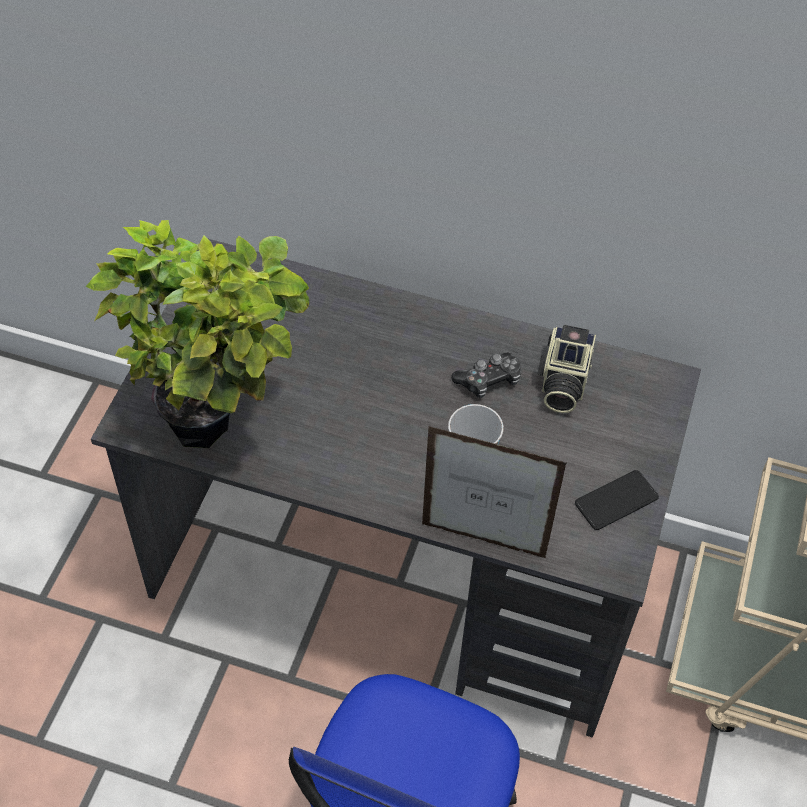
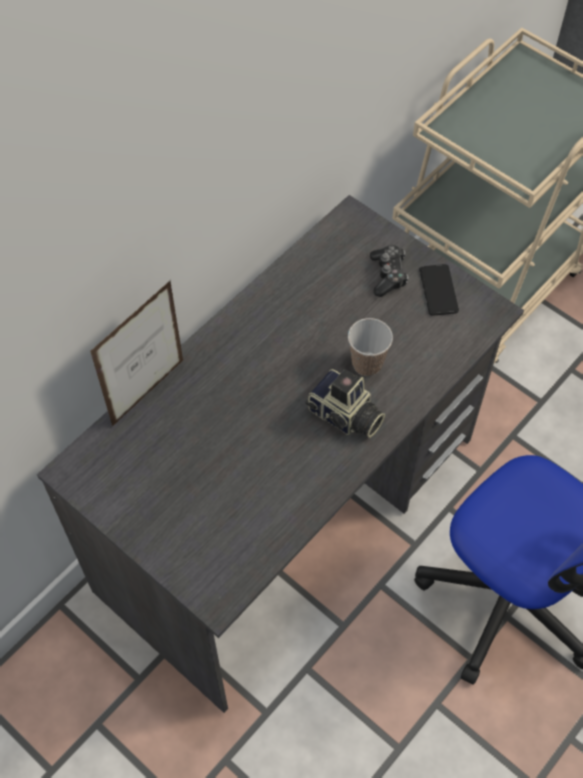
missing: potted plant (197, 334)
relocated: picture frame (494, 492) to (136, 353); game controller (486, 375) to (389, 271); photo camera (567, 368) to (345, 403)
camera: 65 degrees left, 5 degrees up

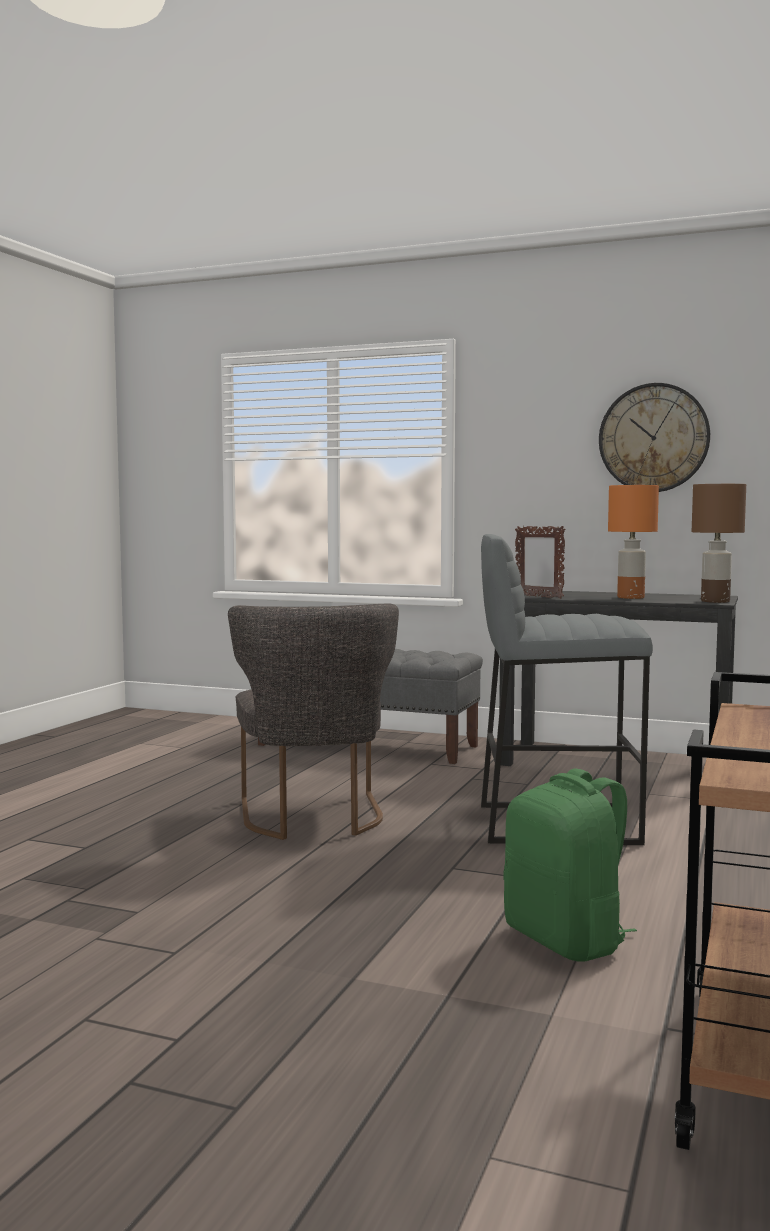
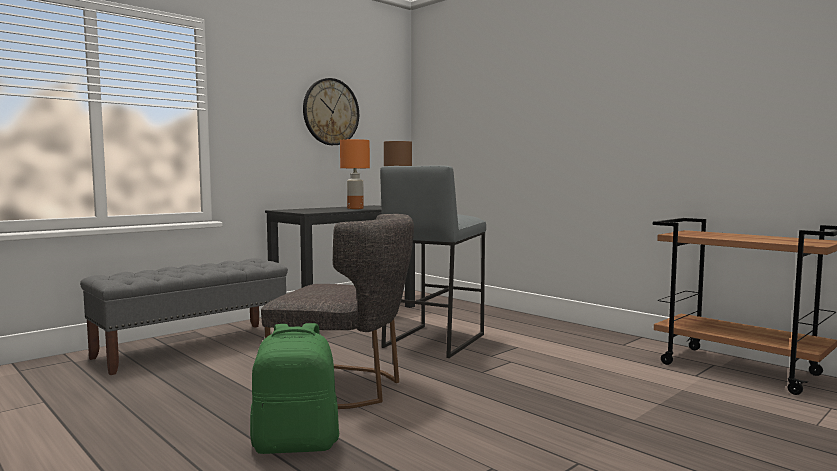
missing: picture frame (540, 562)
relocated: backpack (green) (570, 865) to (294, 388)
camera: 65 degrees left, 0 degrees up

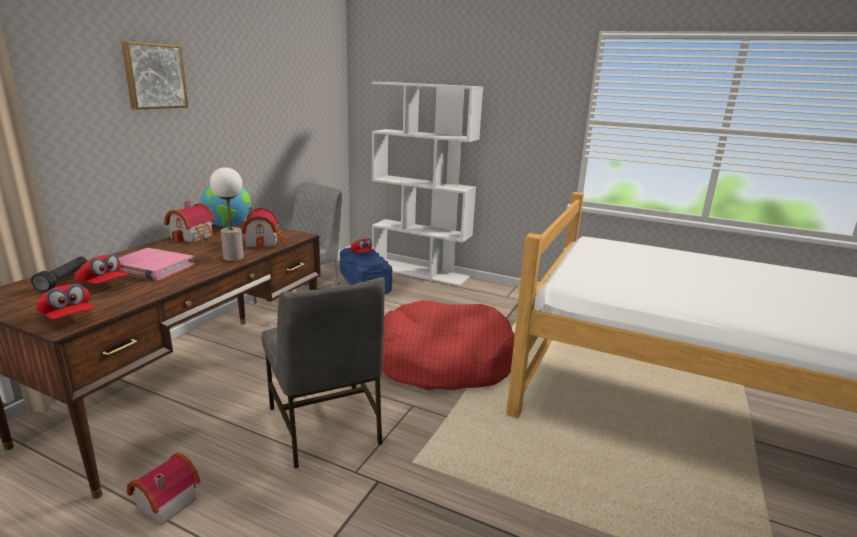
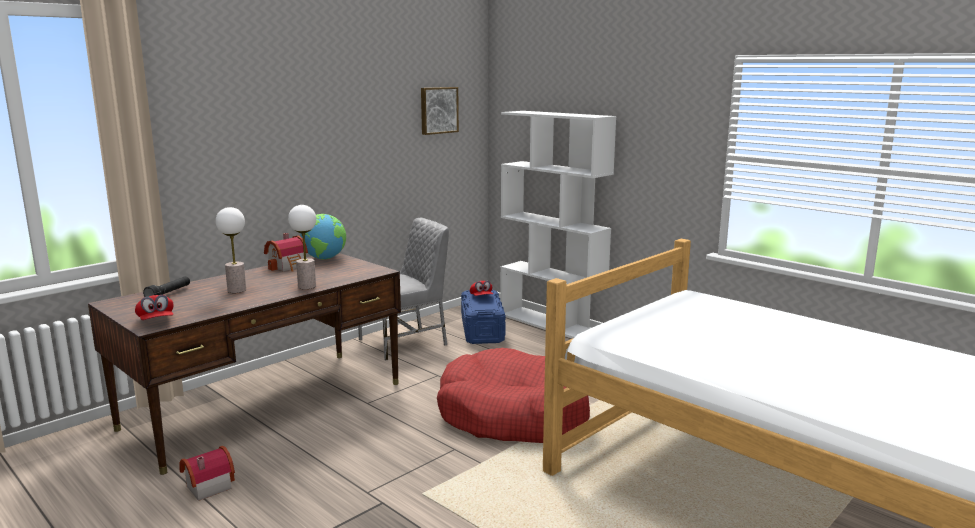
missing: cap (red) (102, 269); toy house (263, 228); chair (grey) (323, 372)
relocated: picture (154, 75) to (440, 111)
exchanged: book (pink) (156, 264) to table lamp (231, 250)
camera: 20 degrees right, 5 degrees down

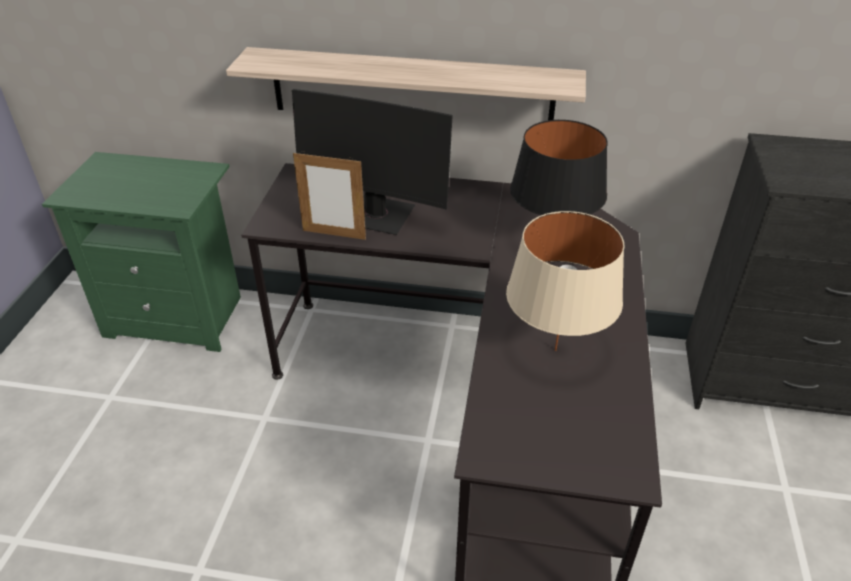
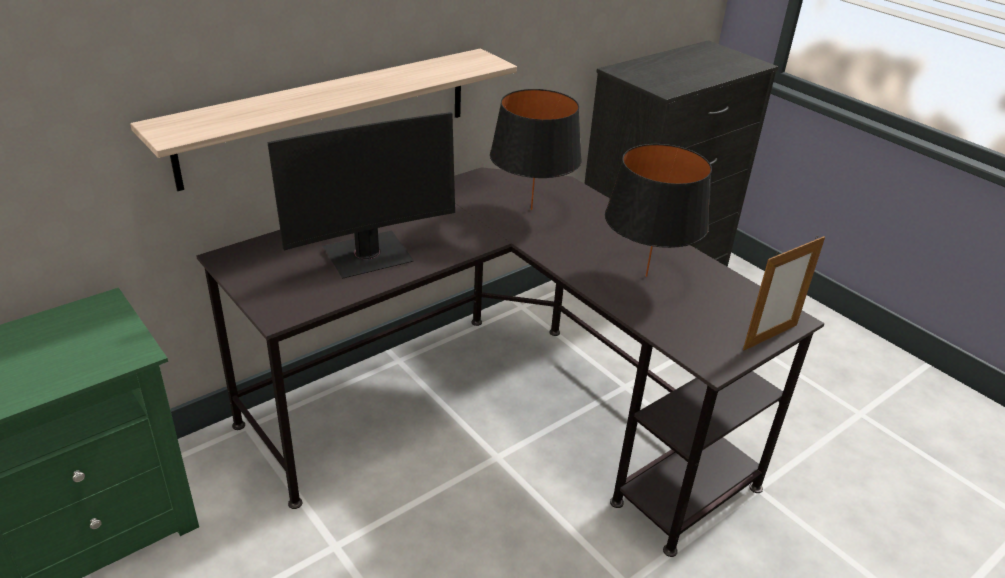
relocated: picture frame (329, 195) to (784, 293)
colour: table lamp (beige) (565, 281) to table lamp (black) (658, 210)
camera: 50 degrees left, 5 degrees down

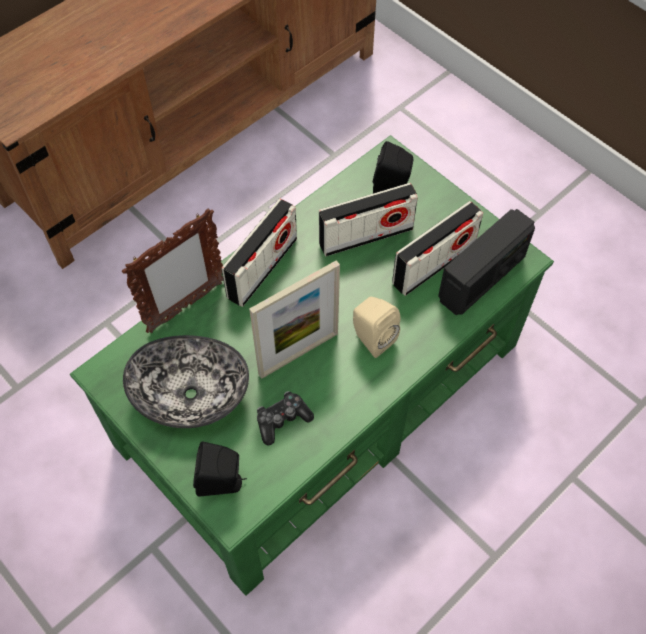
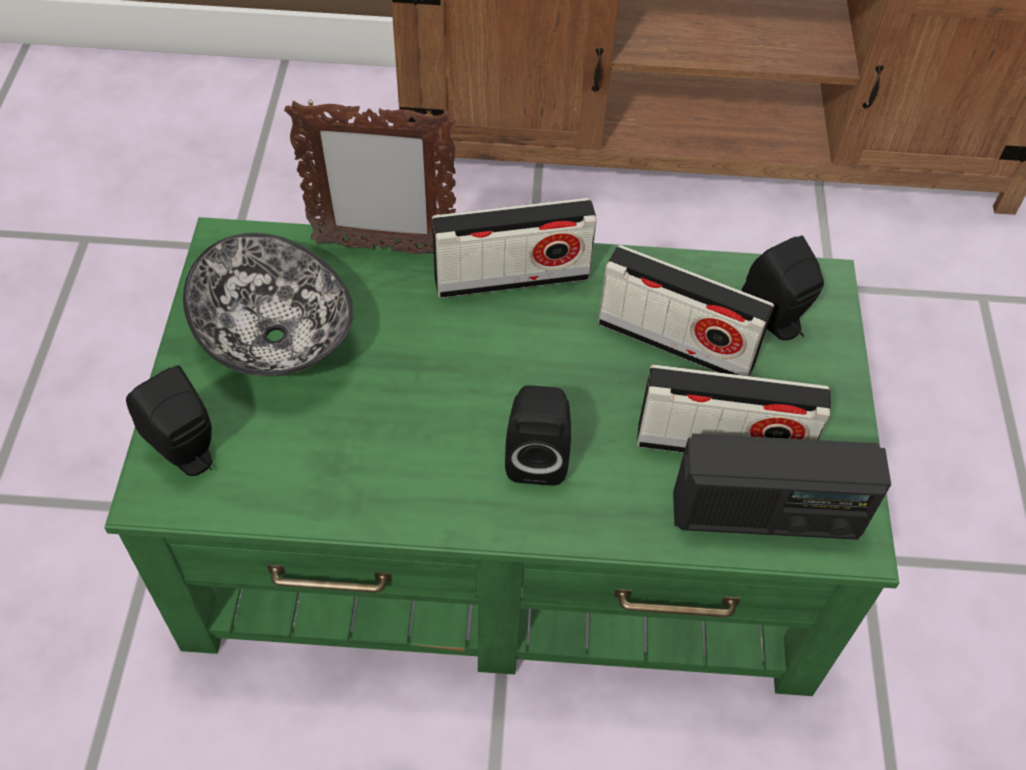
missing: picture frame (294, 319); game controller (285, 418)
colour: speaker (beige) (377, 327) to speaker (black) (538, 435)
camera: 45 degrees right, 5 degrees down

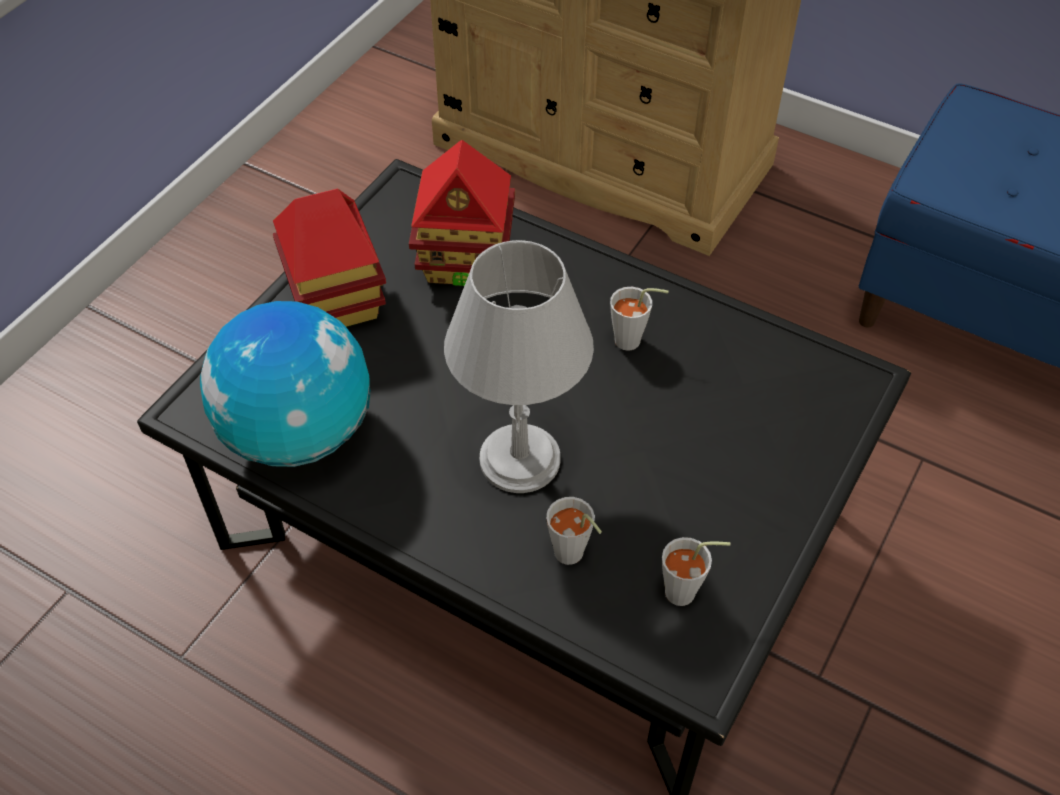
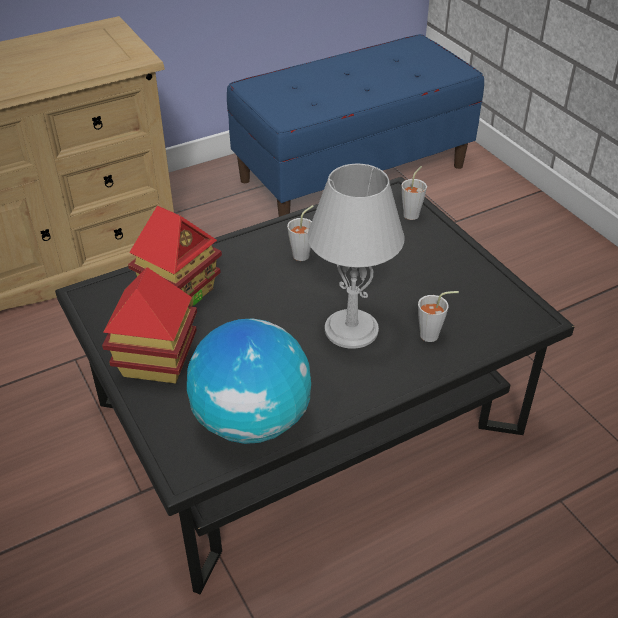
relocated: cup (grey) (696, 571) to (414, 193)
camera: 60 degrees left, 10 degrees down

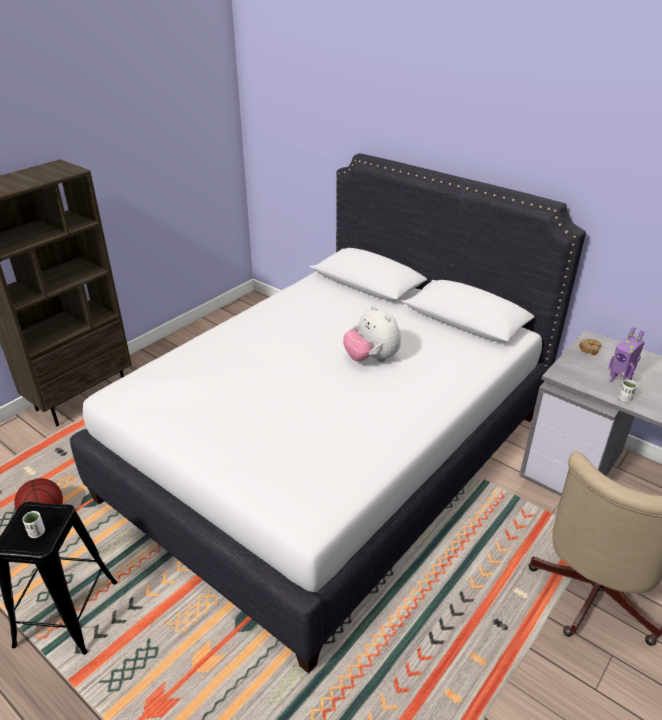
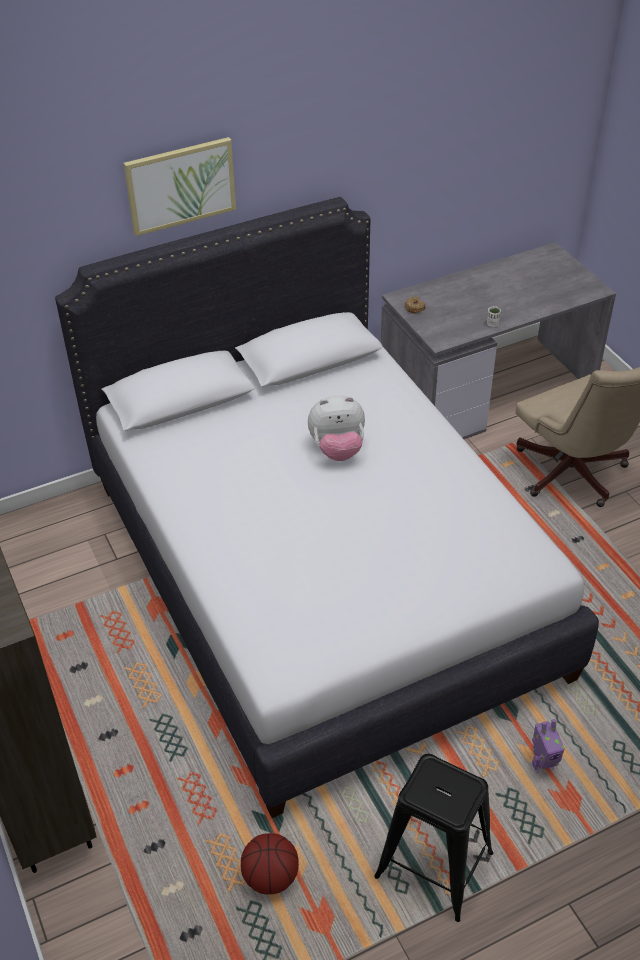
missing: cup (white) (33, 524)
appeared: picture (180, 186)
relocated: toy robot (627, 354) to (548, 746)
camera: 65 degrees left, 10 degrees up

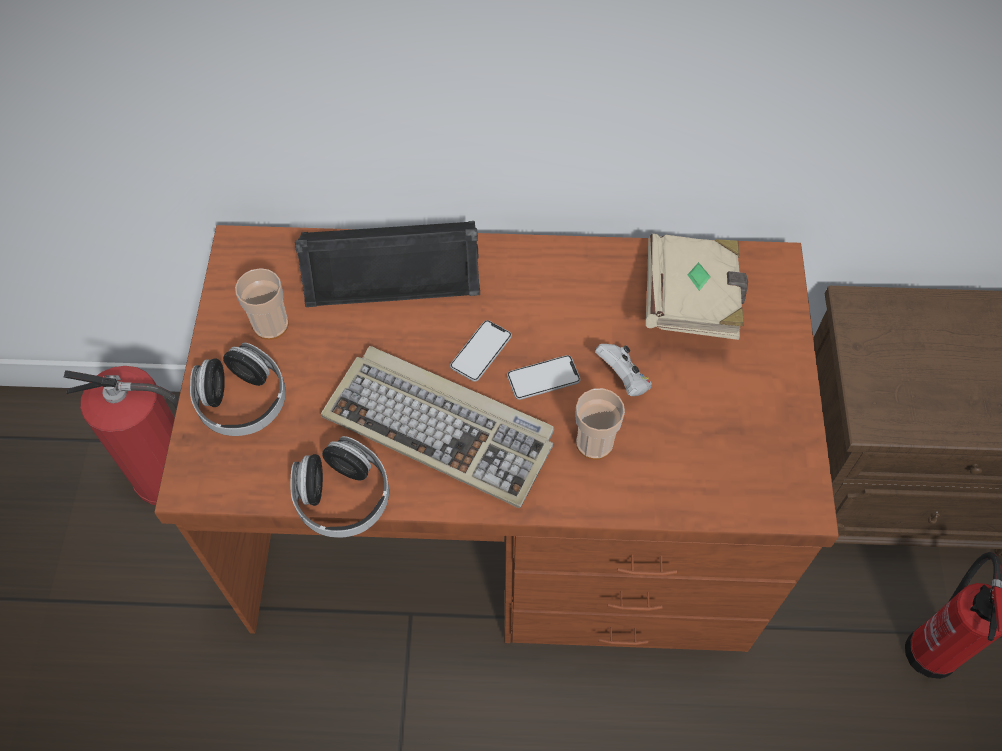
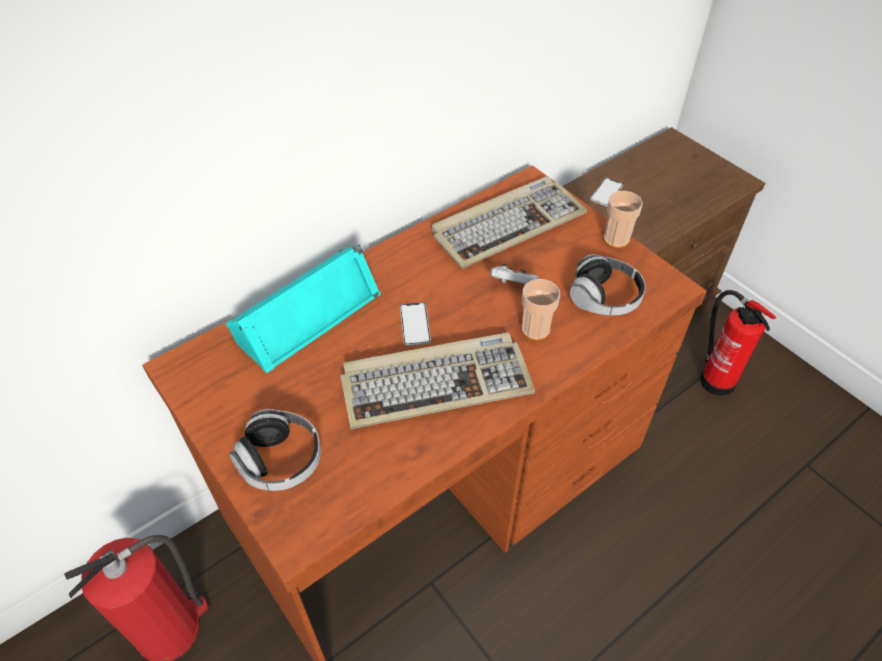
relocated: cup (262, 304) to (623, 219); headphones (340, 487) to (608, 284); phone (544, 377) to (606, 192)
exchanged: book (beige) (697, 287) to keyboard (509, 222)
colour: speaker (black) (387, 264) to speaker (turquoise) (303, 308)
camera: 40 degrees left, 10 degrees down

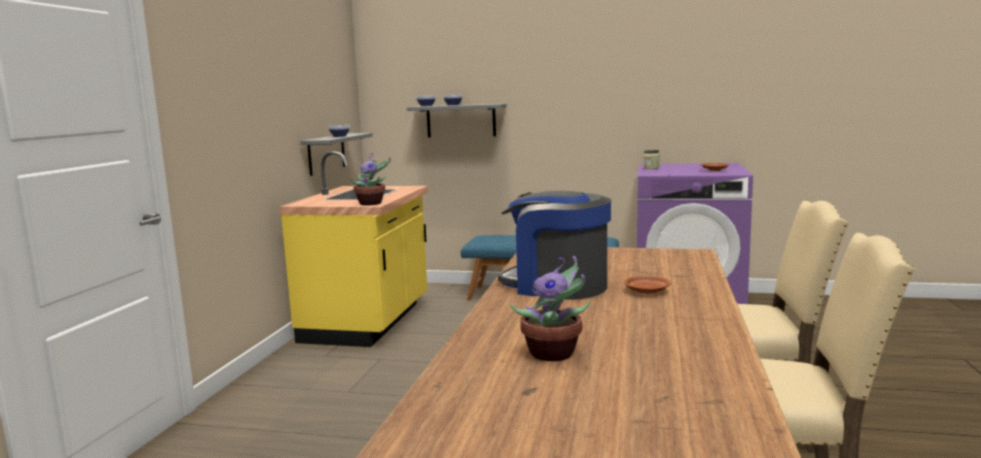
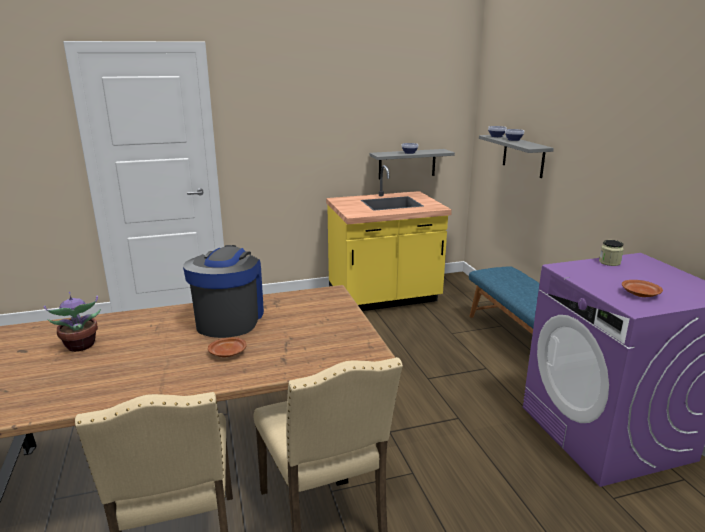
missing: potted plant (370, 179)
camera: 60 degrees right, 10 degrees up

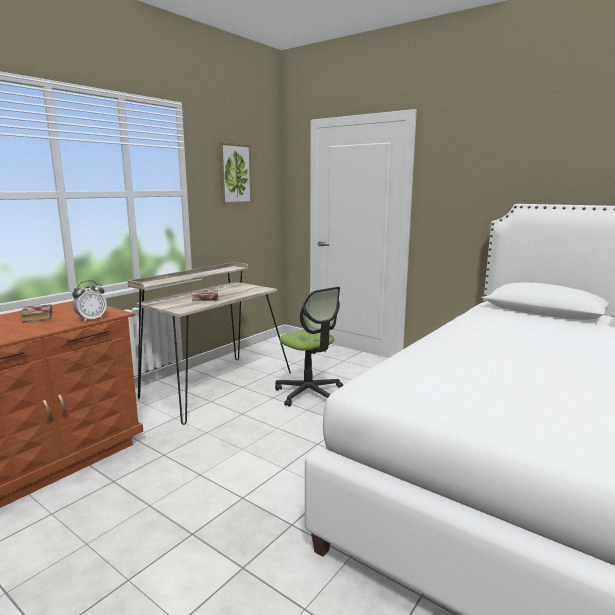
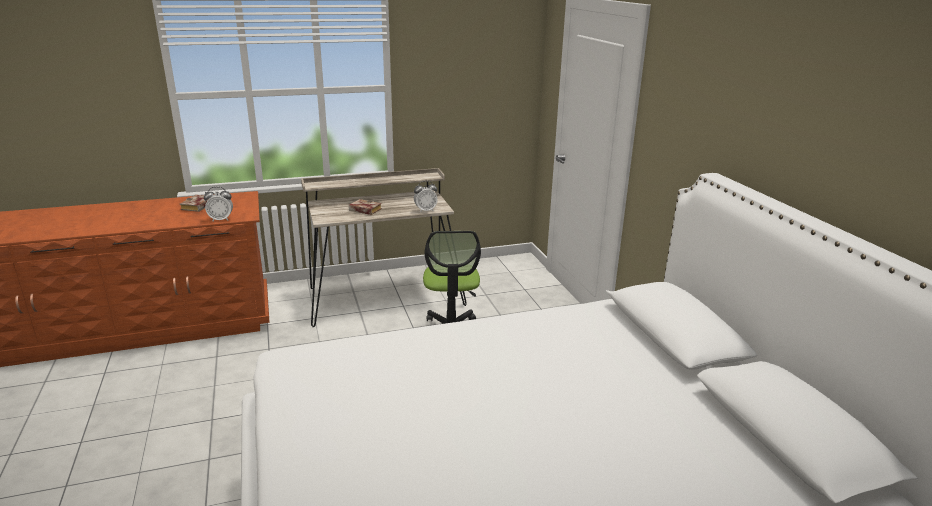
missing: picture (235, 173)
appeared: alarm clock (426, 197)
camera: 35 degrees right, 10 degrees up

